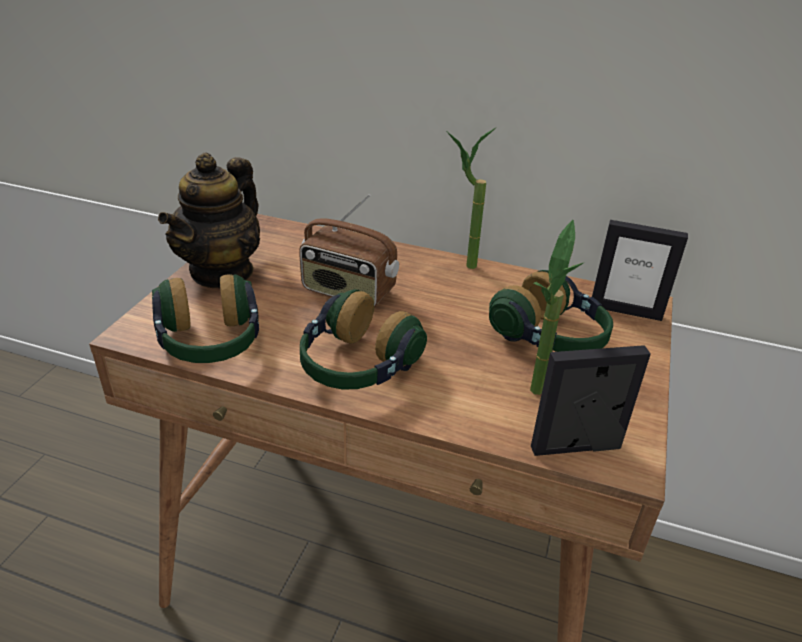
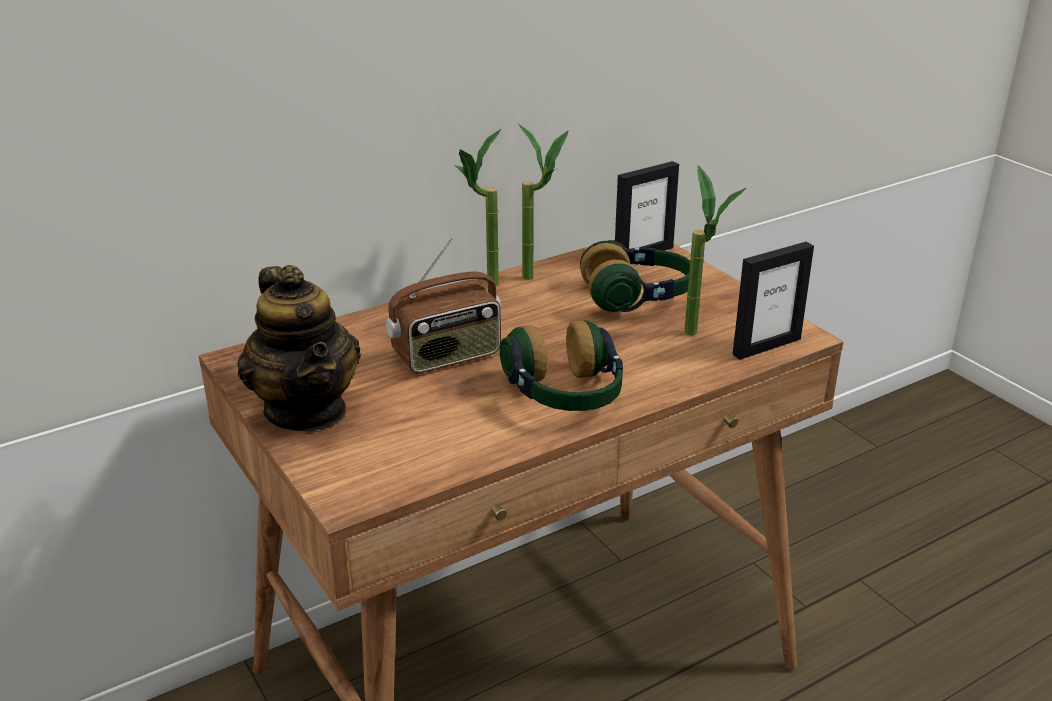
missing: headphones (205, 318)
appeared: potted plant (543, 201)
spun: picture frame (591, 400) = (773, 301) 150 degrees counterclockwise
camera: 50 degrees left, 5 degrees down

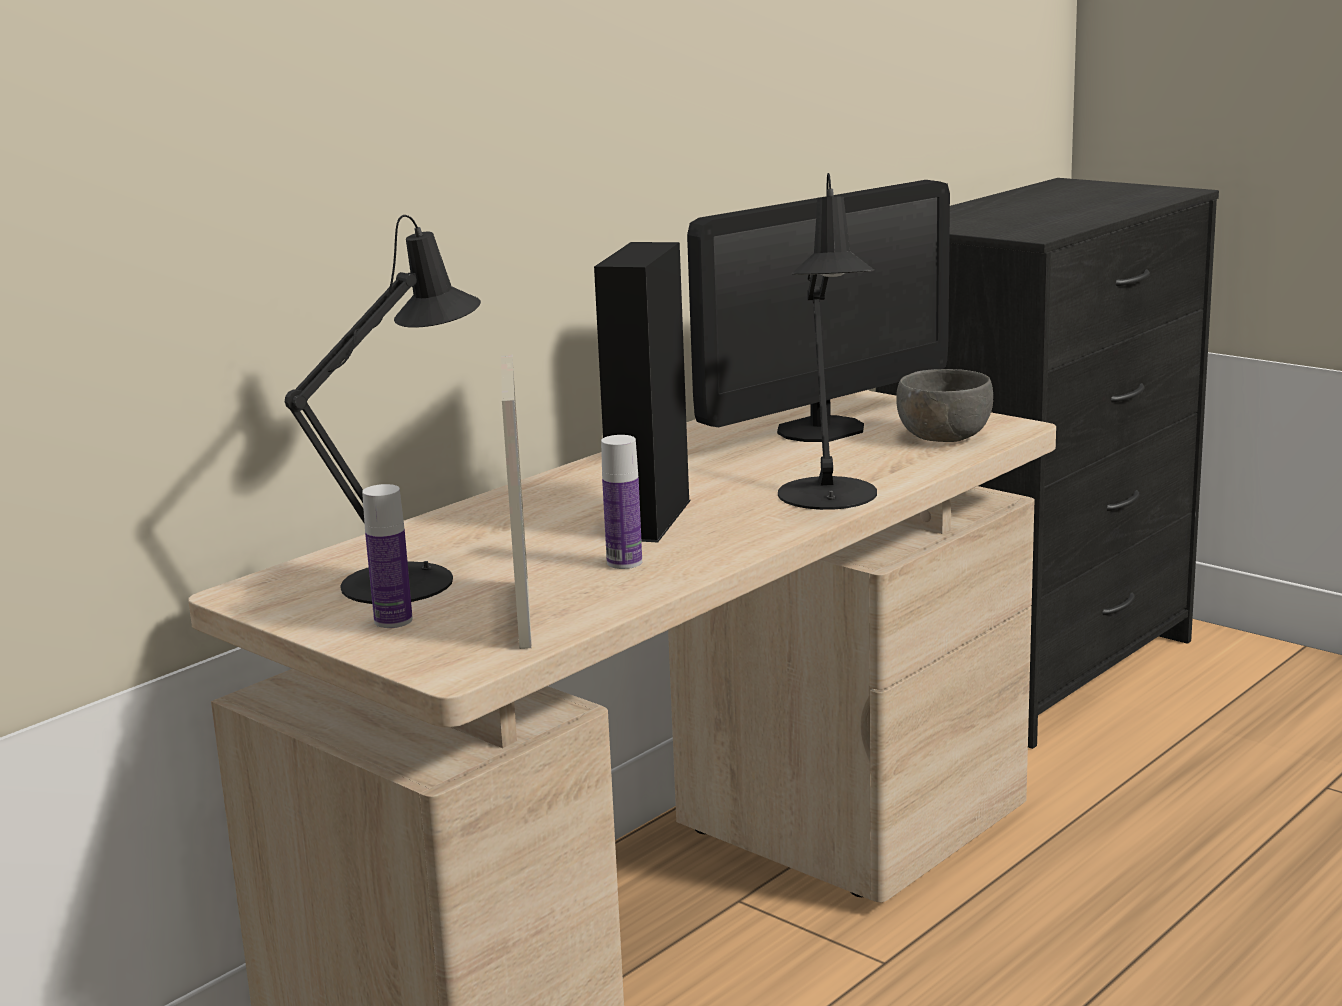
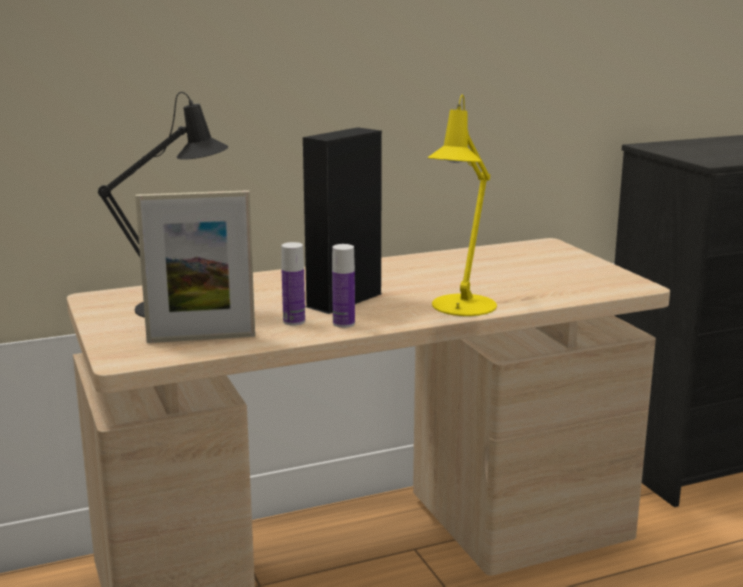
missing: monitor (818, 311); bowl (grey) (944, 405)
relocated: bottle (387, 556) to (343, 286)
colour: table lamp (black) (827, 341) to table lamp (yellow) (462, 205)
spun: picture frame (516, 502) = (195, 266) 60 degrees clockwise
camera: 25 degrees right, 0 degrees up

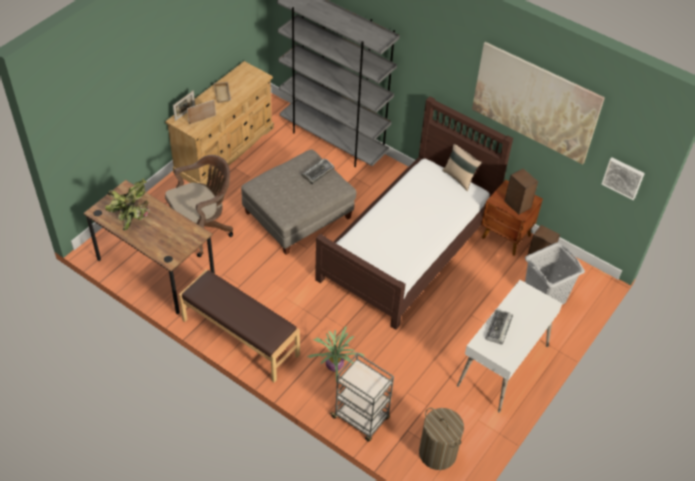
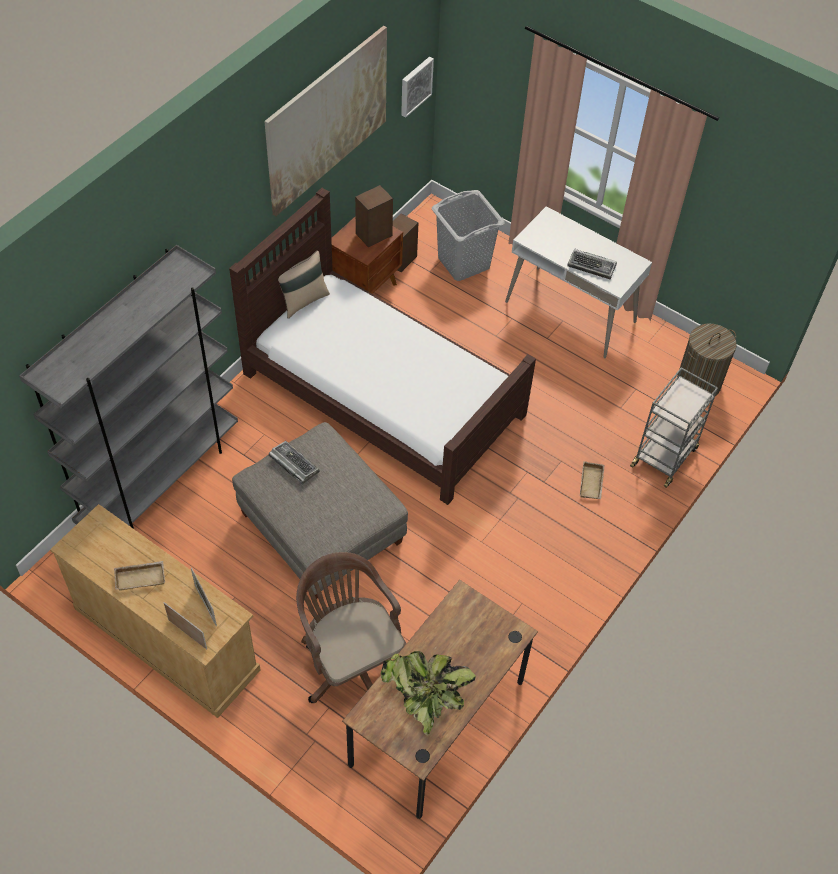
missing: bench (brown) (239, 325)
exchanged: potted plant (336, 354) to tray (beige) (592, 480)
camera: 90 degrees left, 5 degrees up

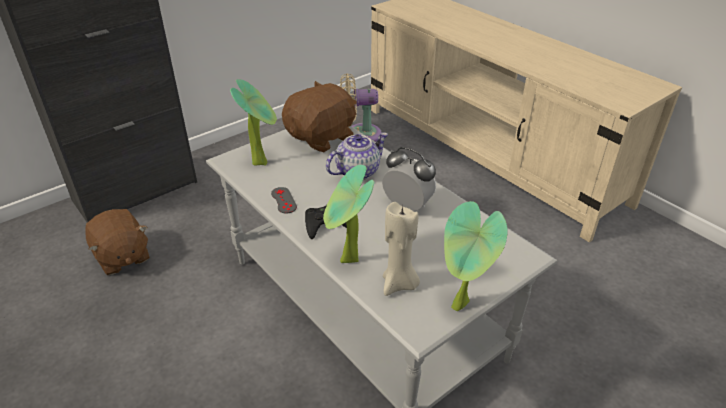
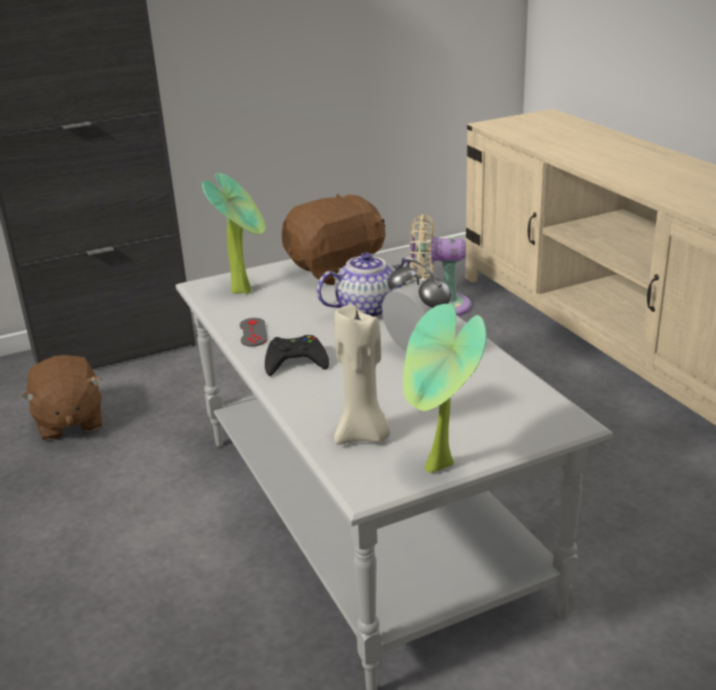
missing: potted plant (349, 214)
camera: 15 degrees right, 10 degrees down

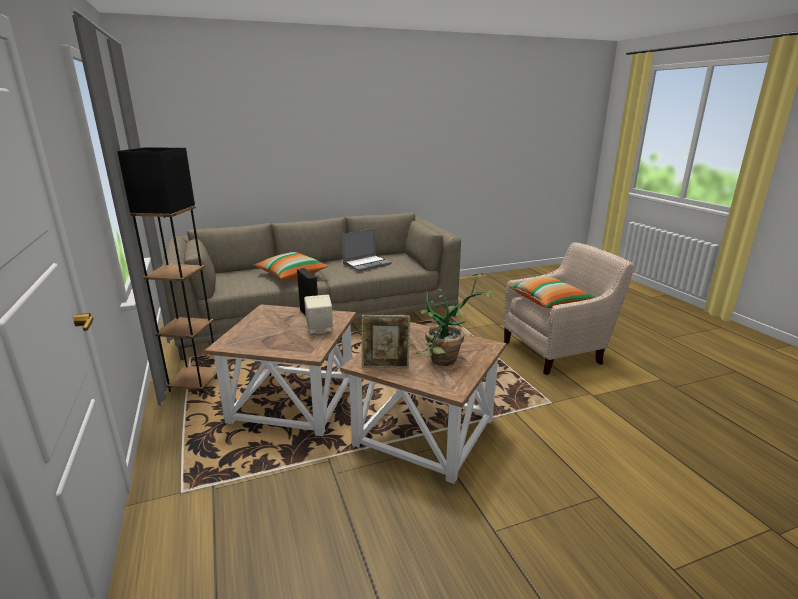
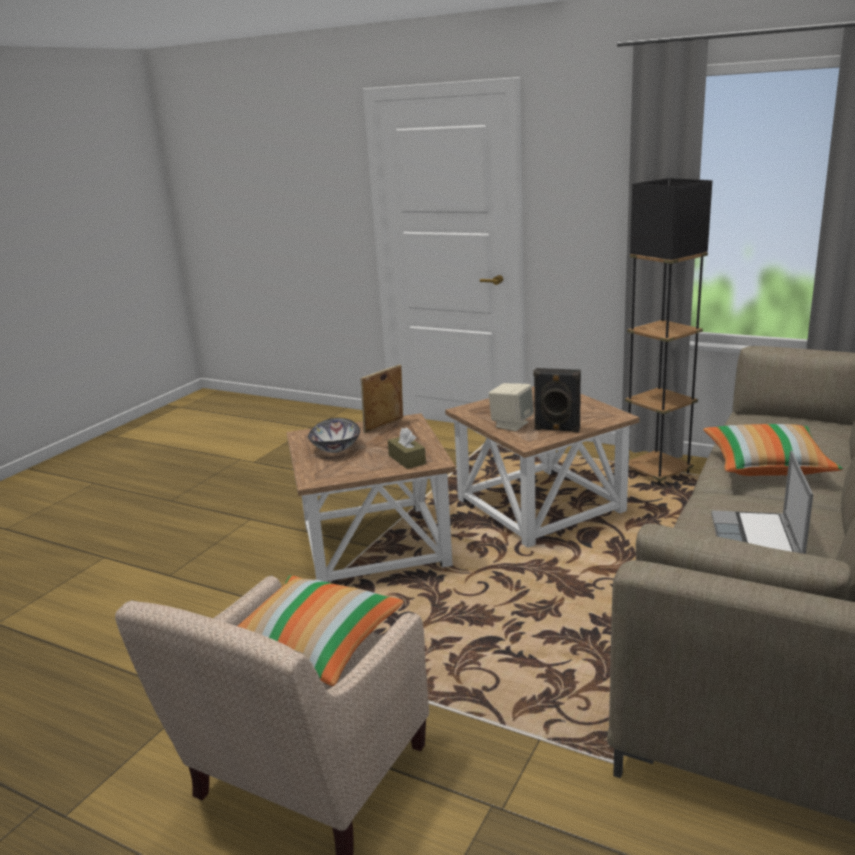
appeared: tissue box (brown) (407, 448)
exchanged: potted plant (455, 319) to bowl (334, 435)
camera: 140 degrees right, 0 degrees up

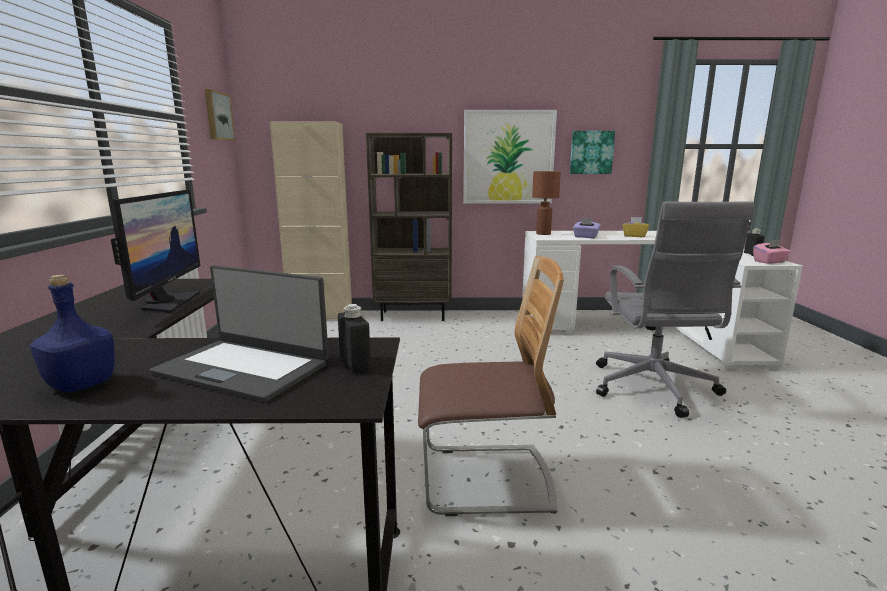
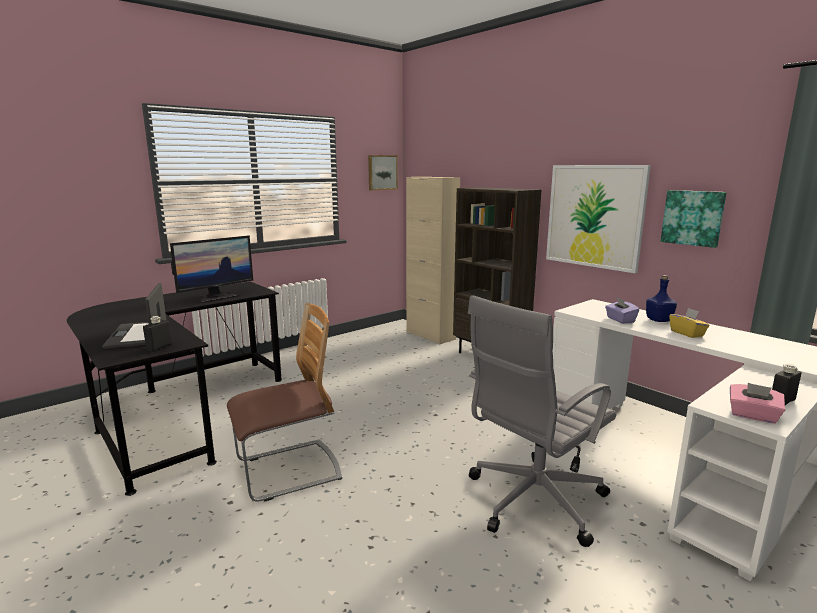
missing: table lamp (brown) (546, 203)
relocated: bottle (blue) (72, 333) to (661, 298)
spun: chair (491, 386) = (284, 402) 75 degrees counterclockwise
camera: 50 degrees right, 0 degrees up

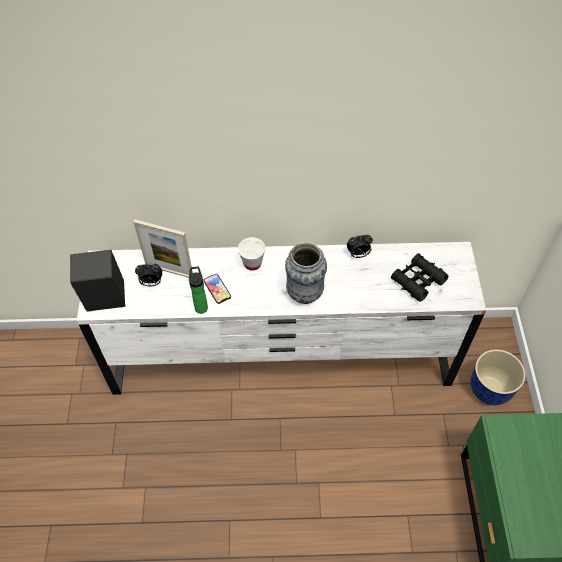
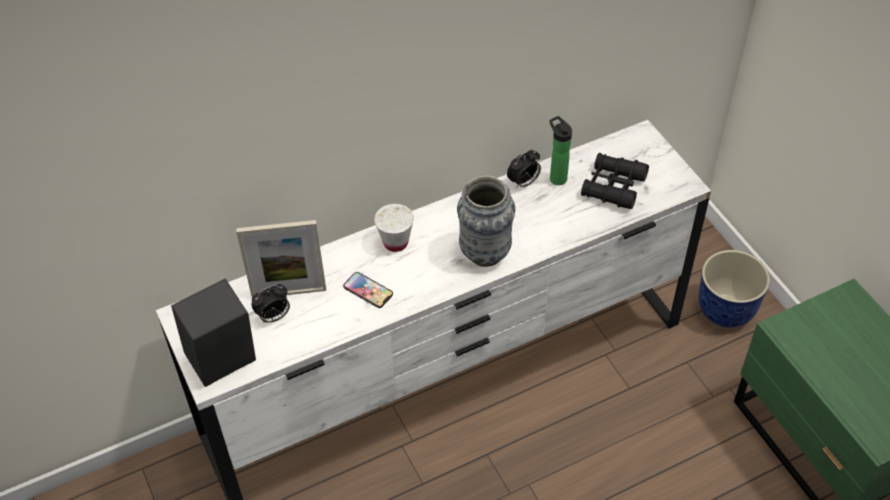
relocated: bottle (198, 290) to (560, 150)
camera: 25 degrees left, 5 degrees down

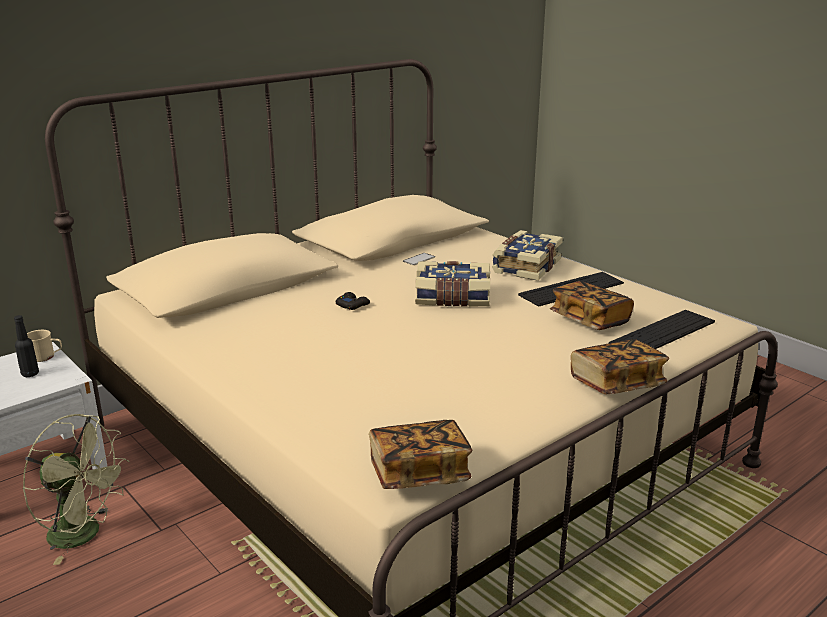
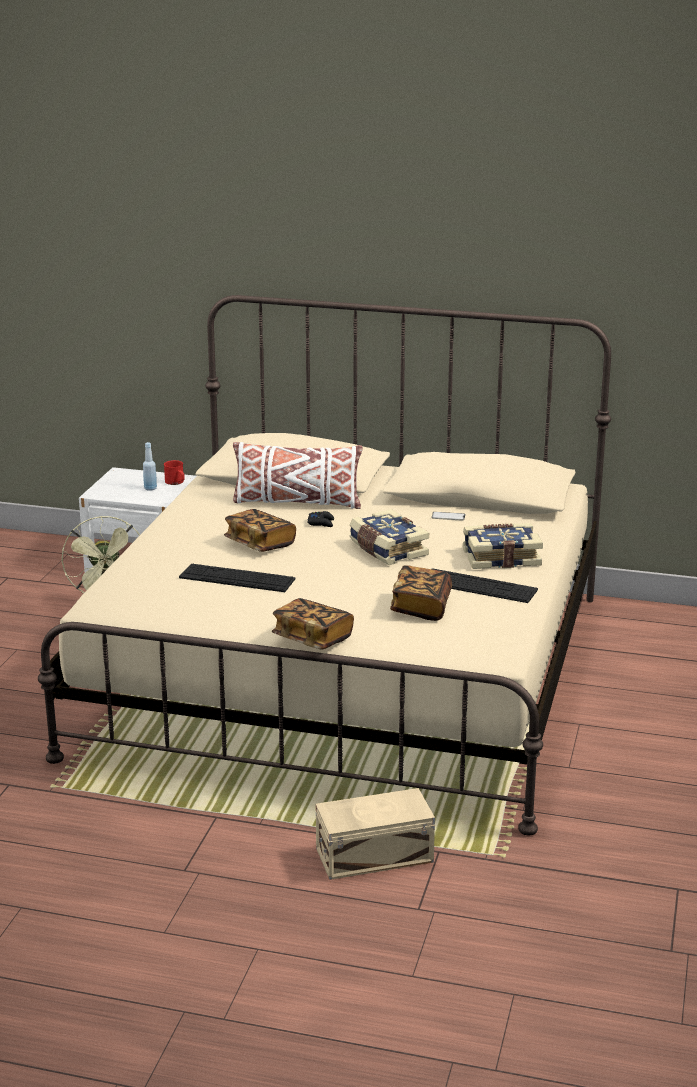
appeared: pillow (white) (298, 475); storage box (beige) (375, 834)
relocated: book (420, 454) to (260, 530); keyboard (662, 329) to (237, 578)
colour: bottle (black) (26, 346) to bottle (blue) (150, 466); mug (beige) (44, 346) to mug (red) (174, 472)
camera: 55 degrees right, 0 degrees up

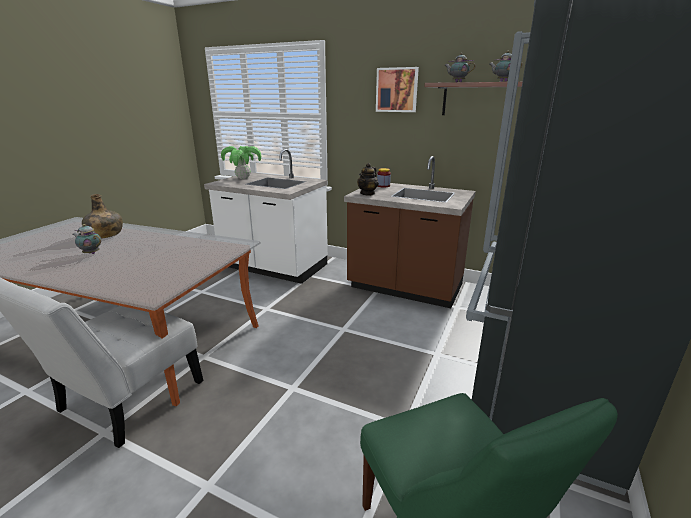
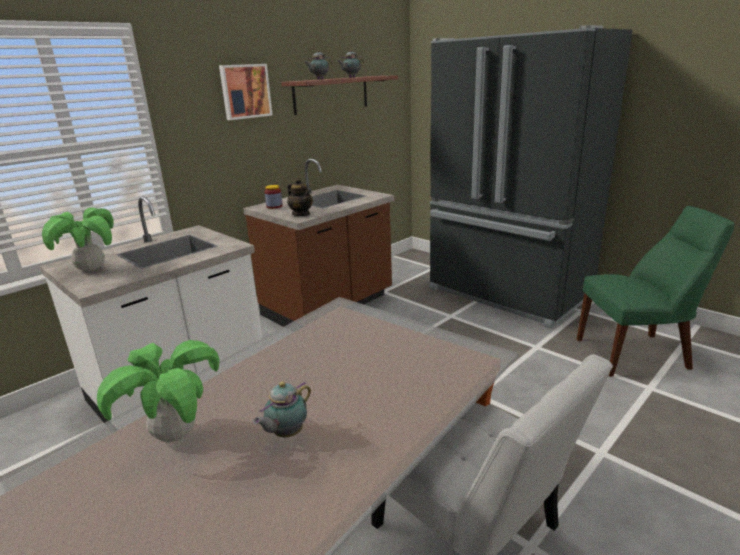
exchanged: bottle (green) (102, 216) to potted plant (158, 391)
camera: 70 degrees left, 0 degrees up

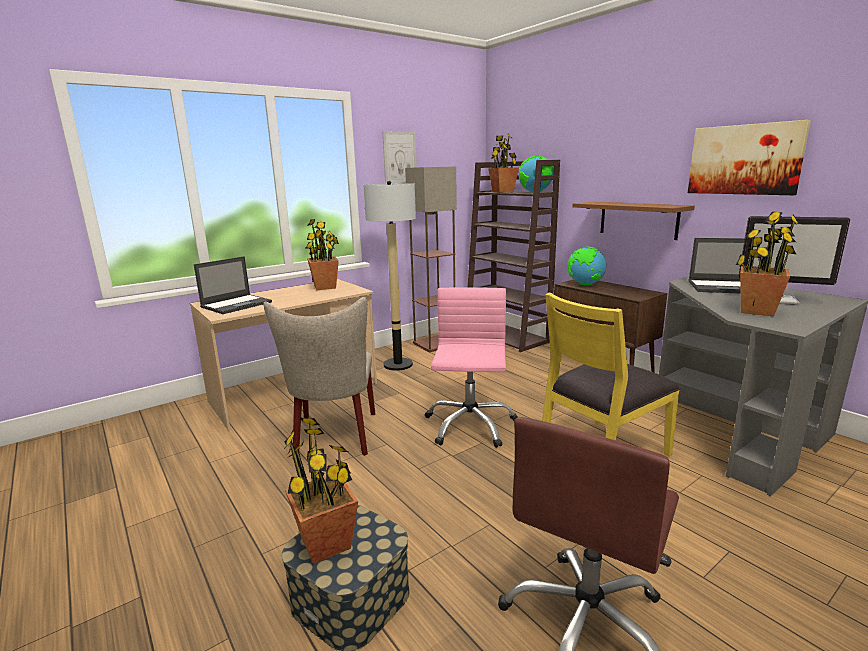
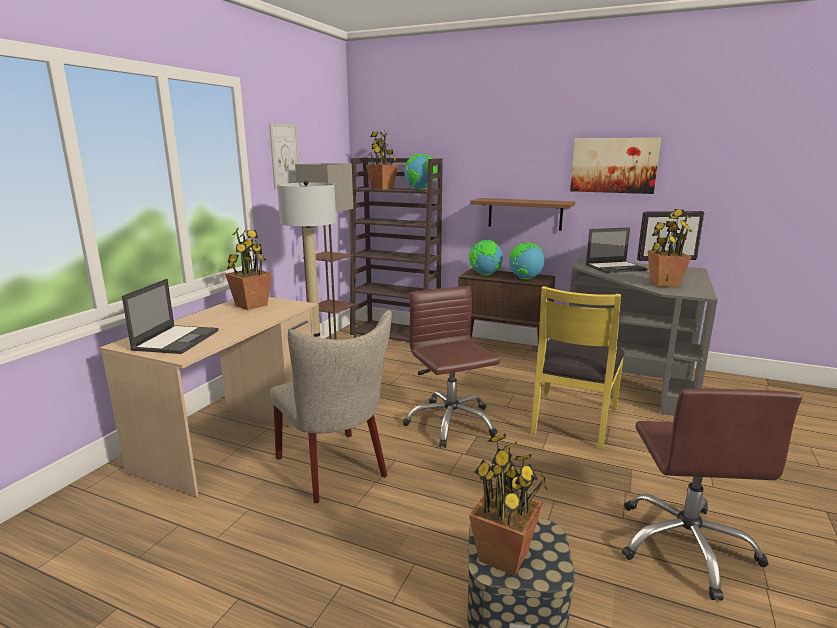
appeared: globe (527, 261)
colour: office chair (pink) (471, 367) to office chair (brown) (451, 367)
camera: 30 degrees left, 0 degrees up

